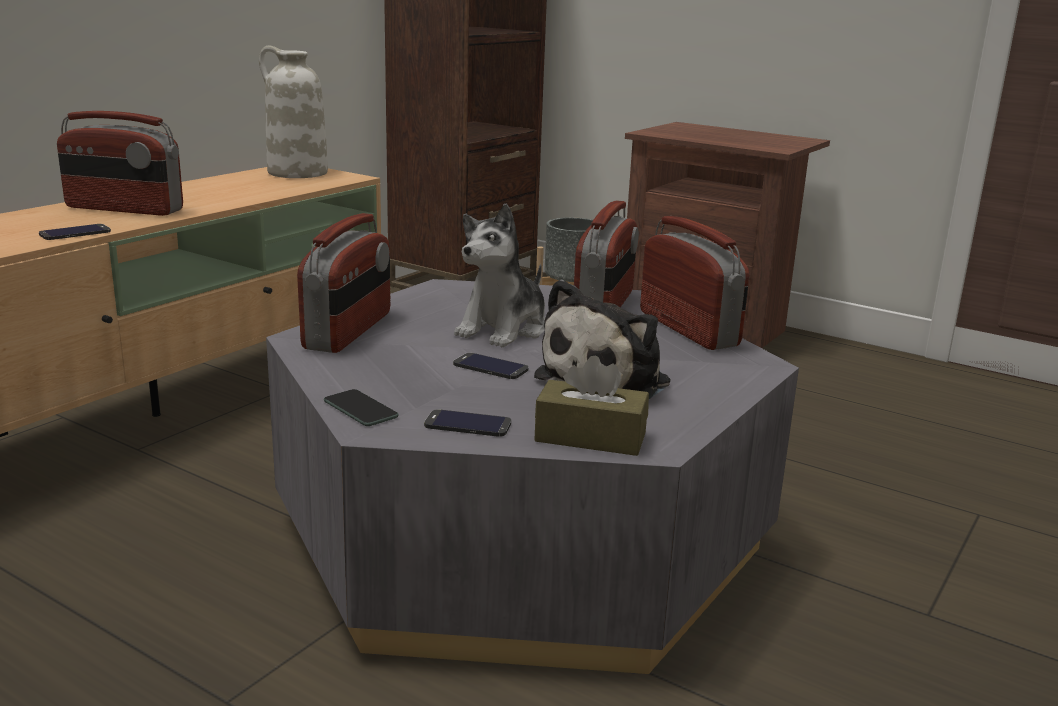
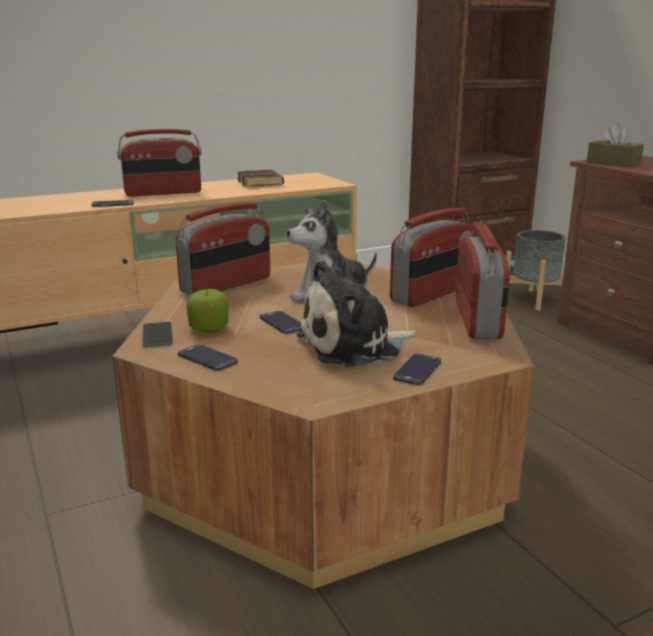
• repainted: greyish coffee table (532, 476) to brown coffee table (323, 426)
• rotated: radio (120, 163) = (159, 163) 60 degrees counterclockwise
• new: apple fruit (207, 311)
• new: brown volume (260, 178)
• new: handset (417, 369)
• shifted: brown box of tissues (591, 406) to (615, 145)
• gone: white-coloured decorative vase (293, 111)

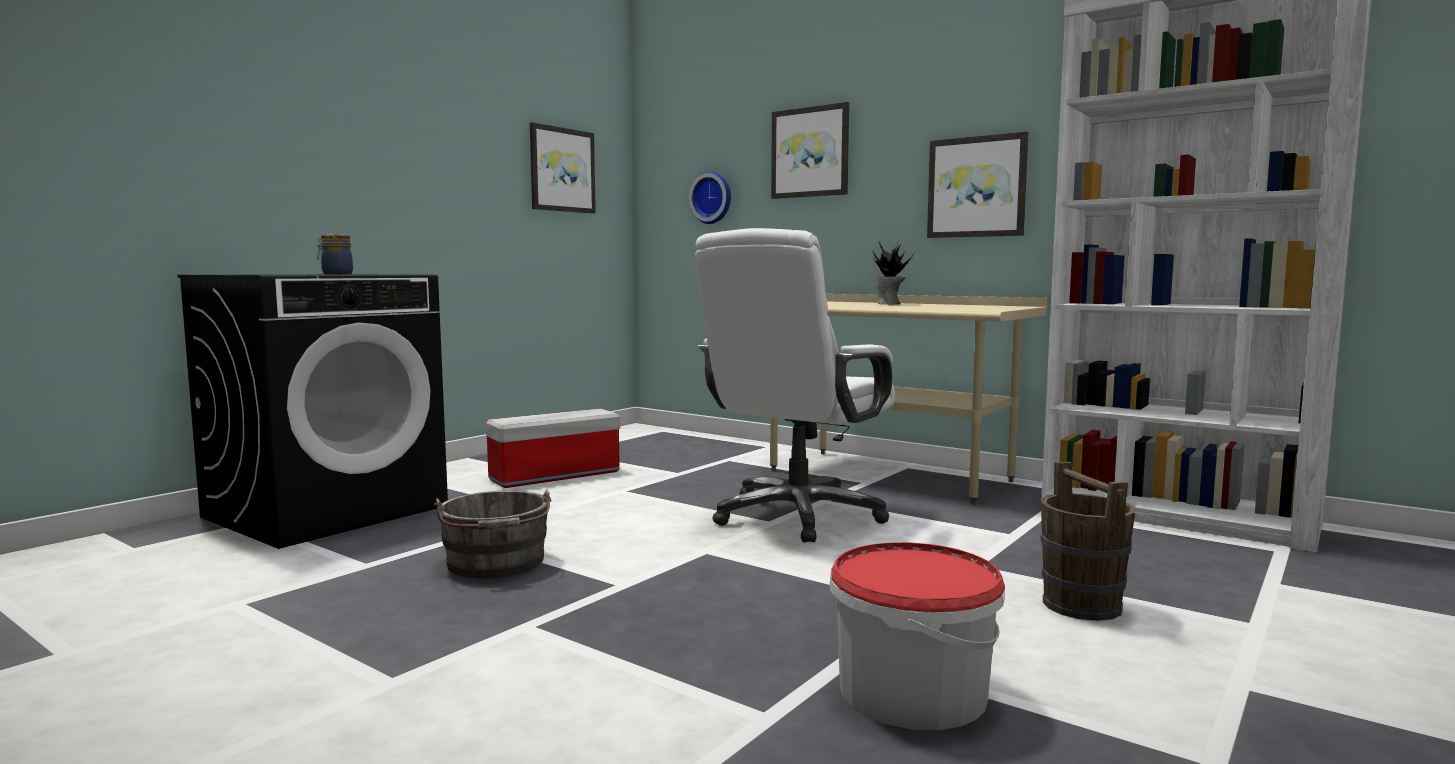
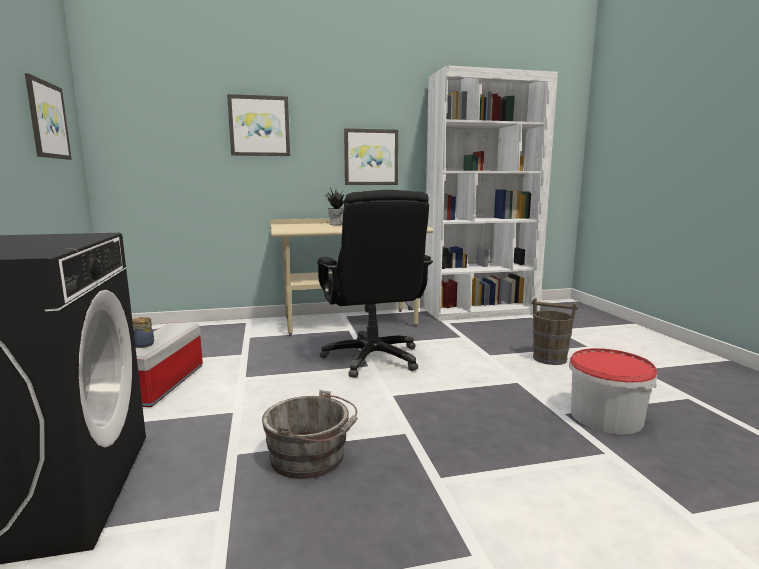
• shifted: preserve jar (335, 254) to (143, 332)
• repainted: white-coloured computer chair (795, 385) to black-coloured computer chair (375, 284)
• gone: clock on the wall (710, 197)

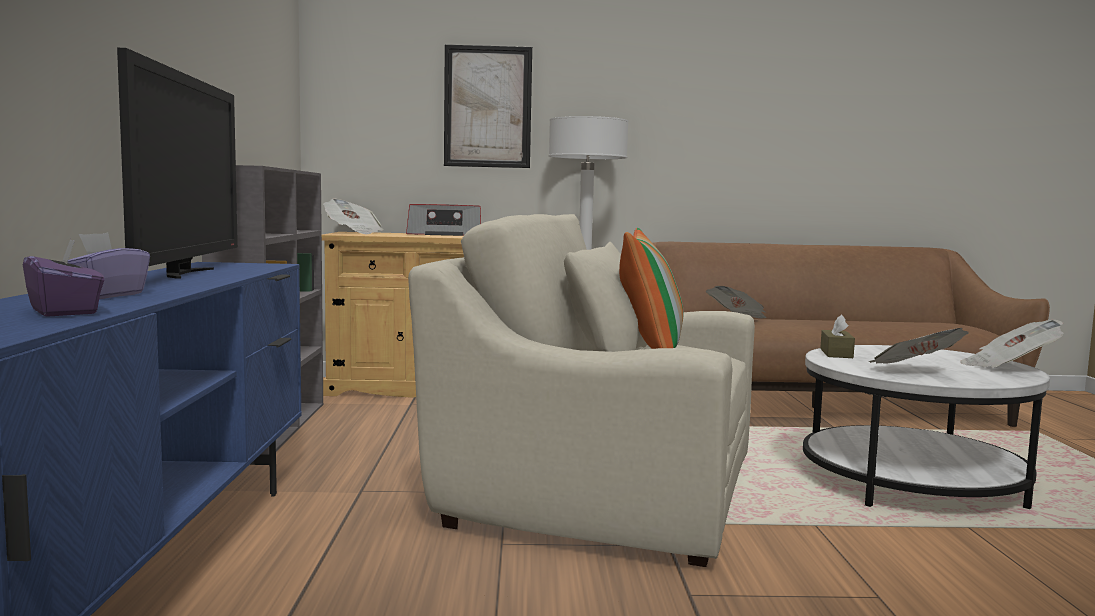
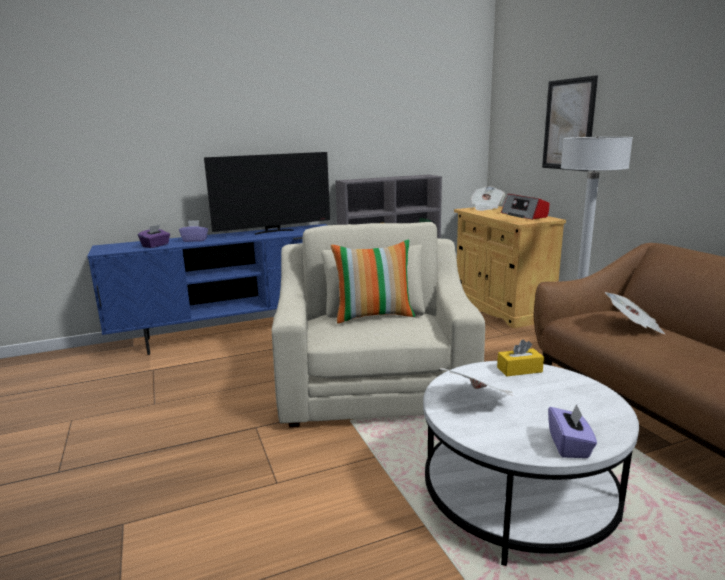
• repainted: brown box of tissues (837, 336) to yellow box of tissues (520, 358)
• swapped: daily paper (1012, 344) to purple box of tissues (572, 431)

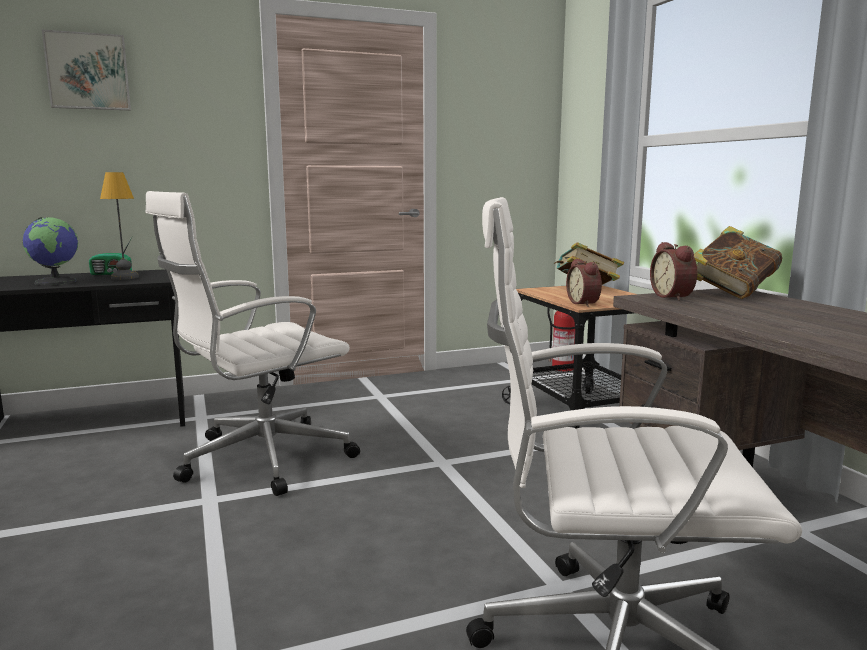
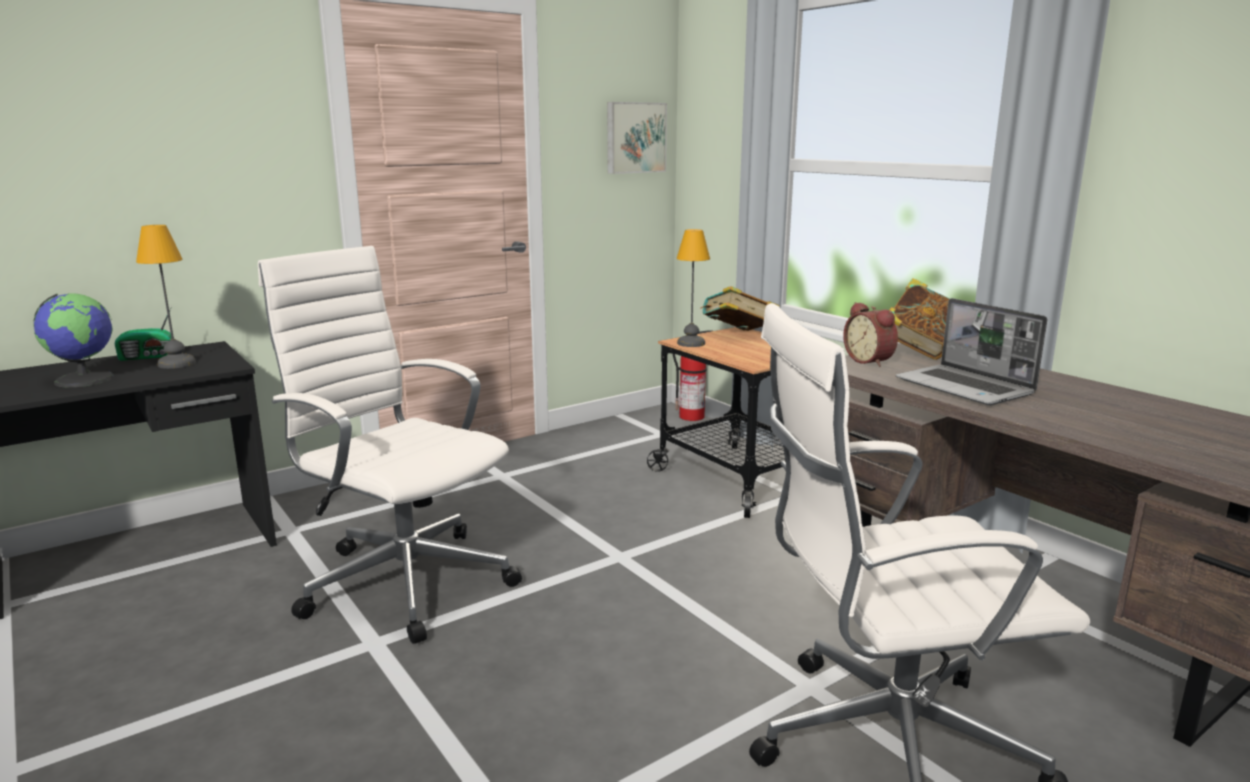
• rotated: white-coloured computer chair (253, 343) = (390, 445) 90 degrees clockwise
• shifted: picture (86, 70) to (637, 138)
• new: lamp for a table (693, 288)
• new: laptop (971, 351)
• gone: table clock (584, 283)

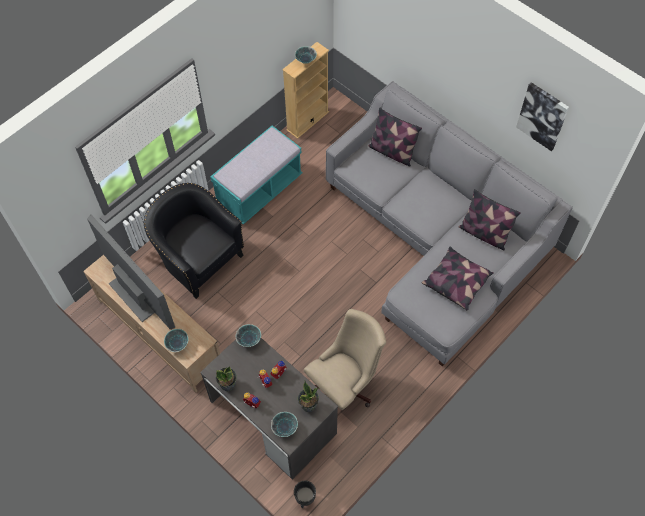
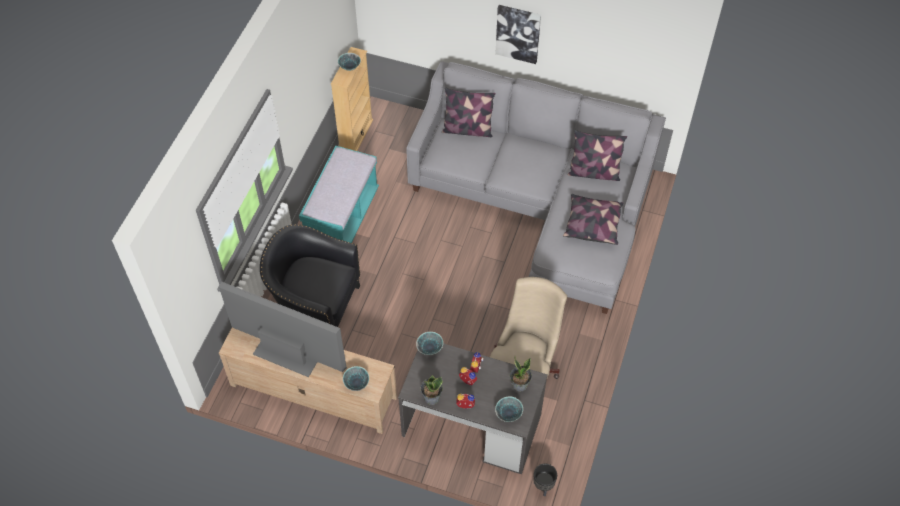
• shifted: picture (542, 116) to (518, 34)

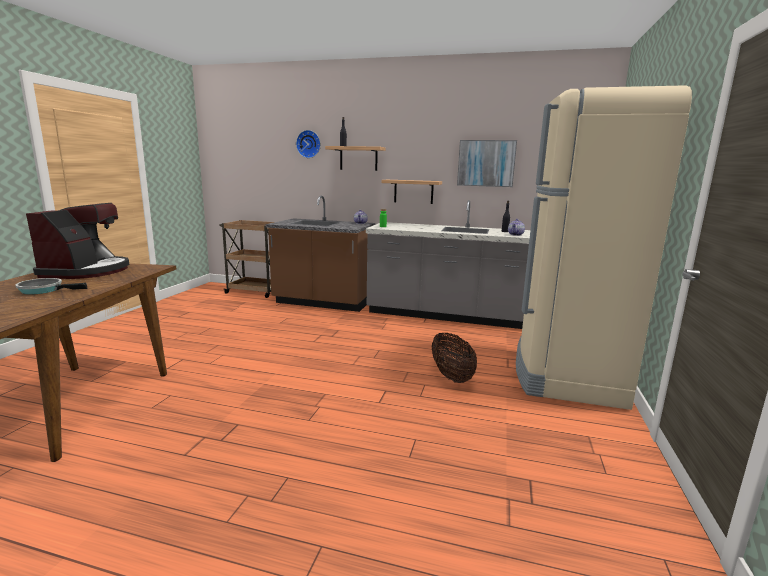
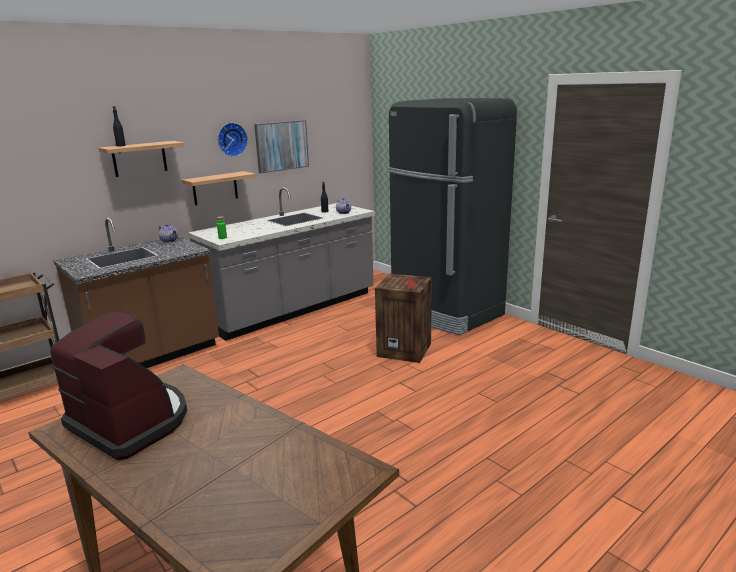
• shifted: clock on the wall (308, 144) to (233, 140)
• swapped: storage basket (454, 358) to packing crate (403, 318)
• repainted: beige kitchen fridge (604, 247) to black-coloured kitchen fridge (453, 216)
• gone: frying pan (51, 286)

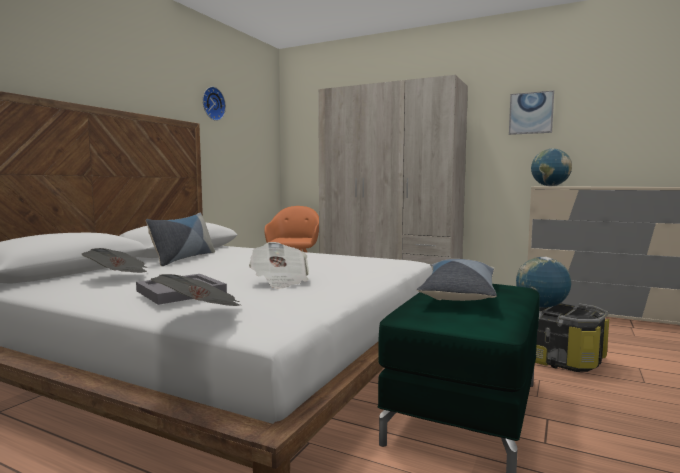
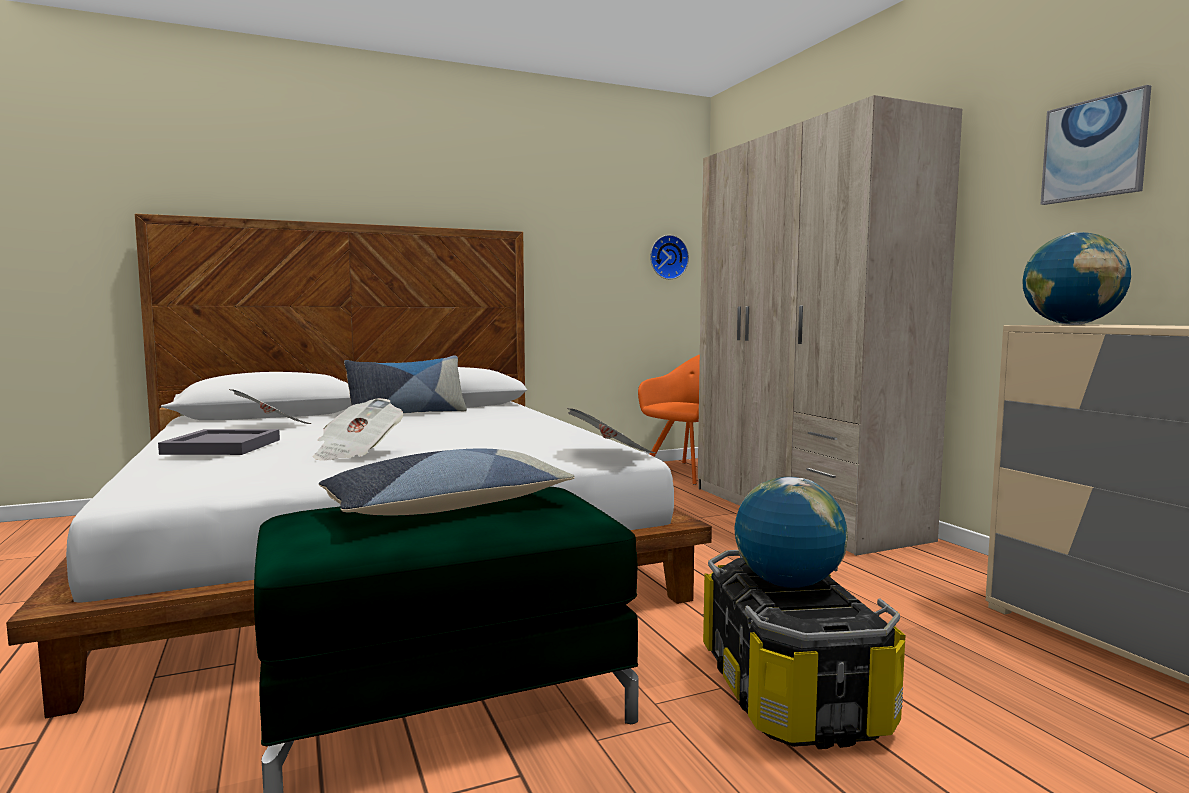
• shifted: daily paper (195, 290) to (611, 430)
• shifted: clock on the wall (214, 104) to (669, 257)

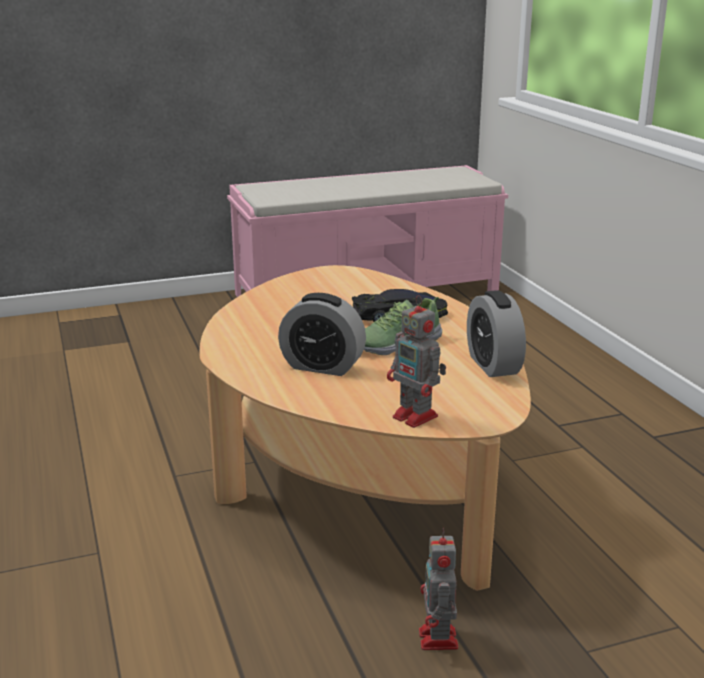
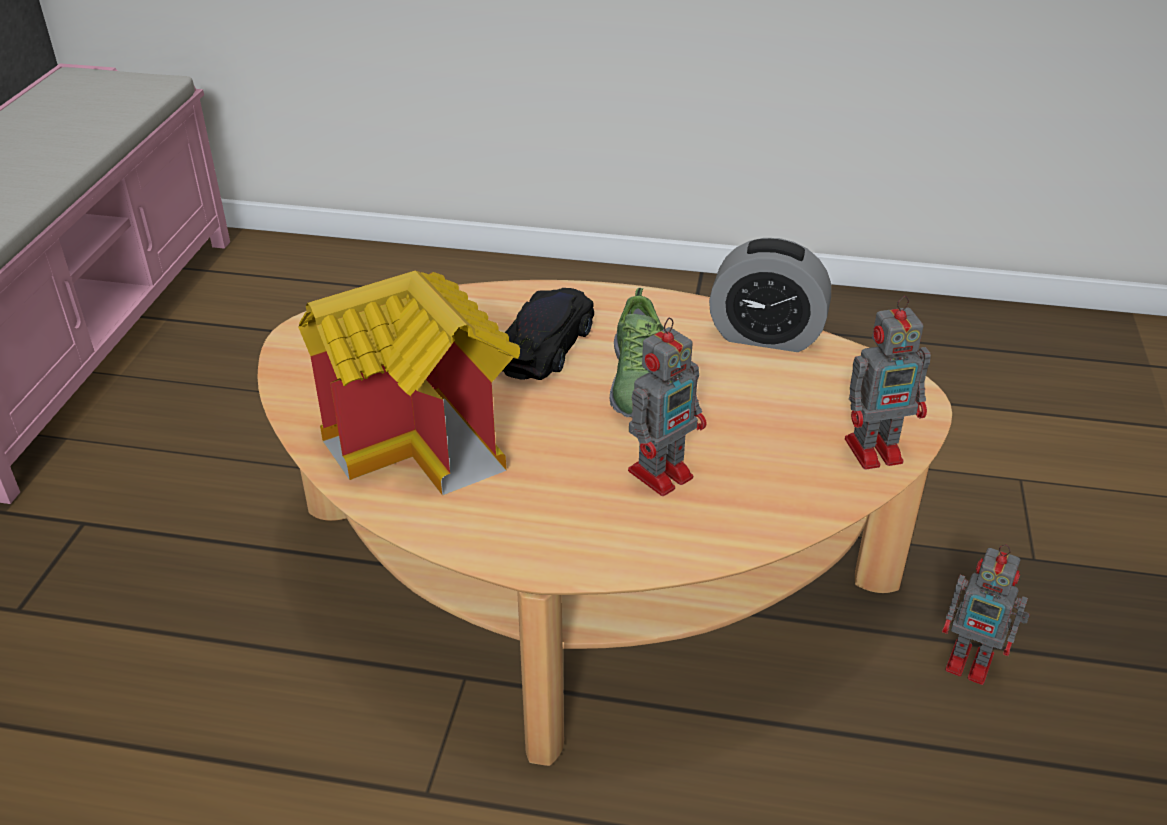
• new: model house (409, 383)
• swapped: table clock (322, 334) to toy robot (667, 407)

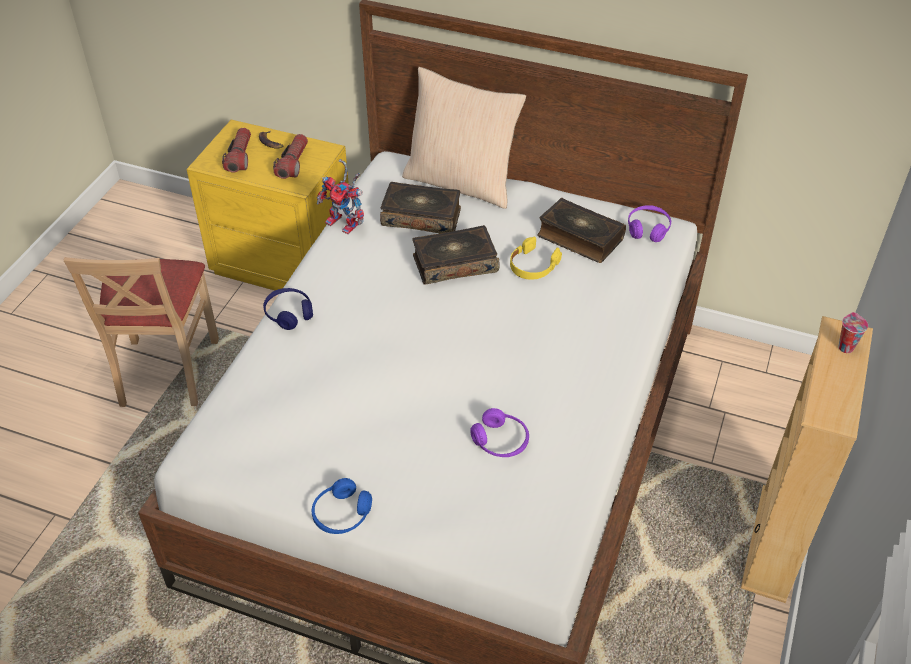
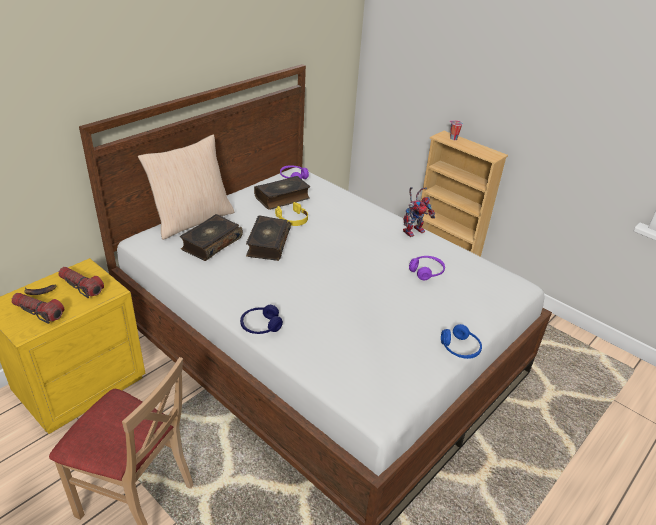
• shifted: toy robot (340, 196) to (419, 212)

